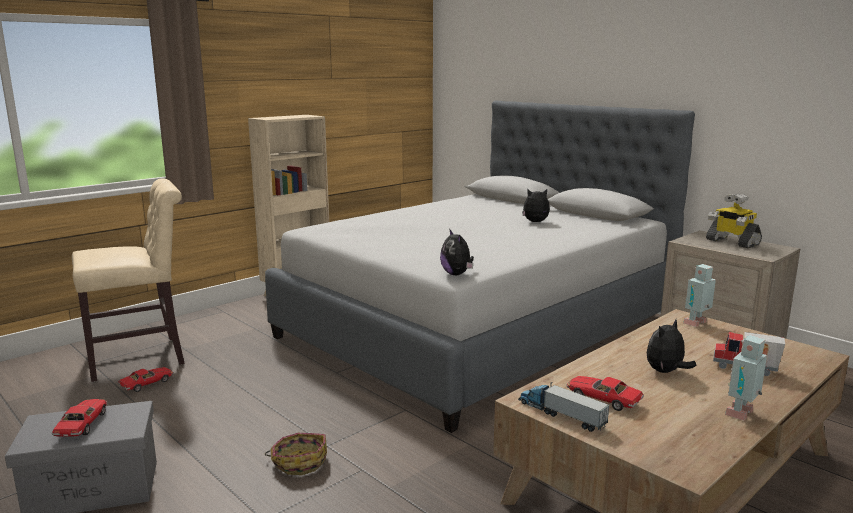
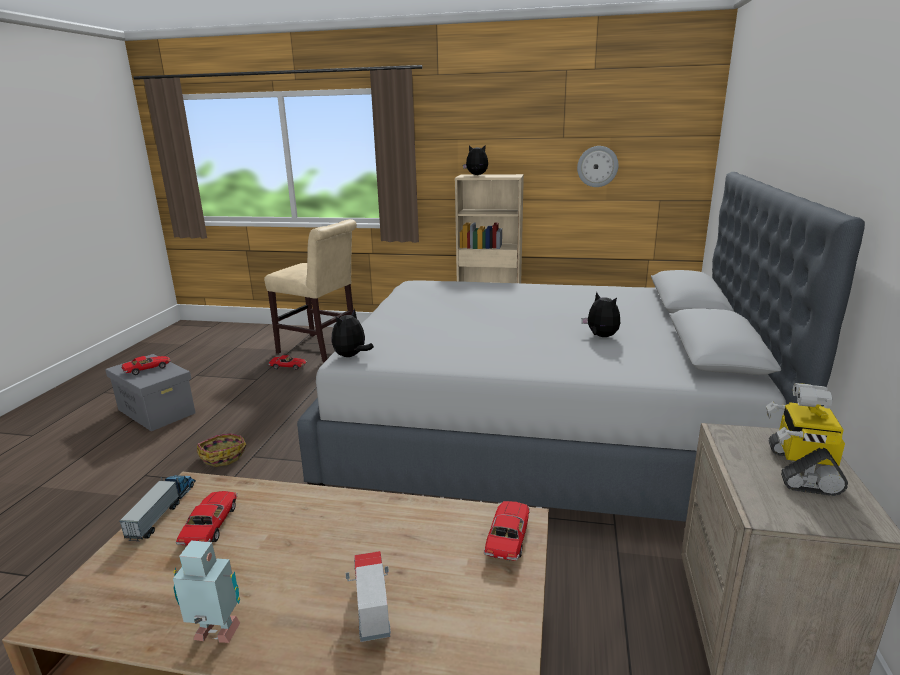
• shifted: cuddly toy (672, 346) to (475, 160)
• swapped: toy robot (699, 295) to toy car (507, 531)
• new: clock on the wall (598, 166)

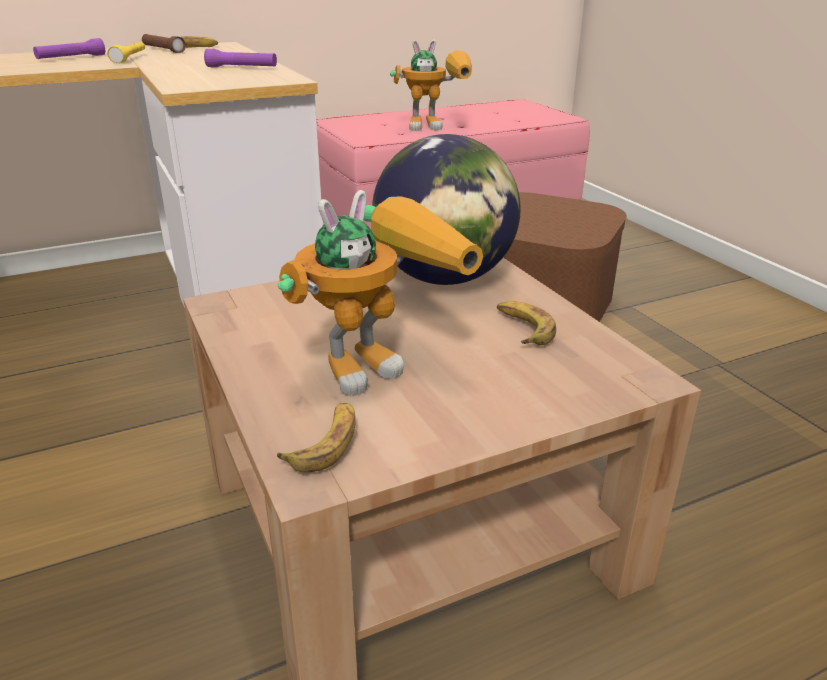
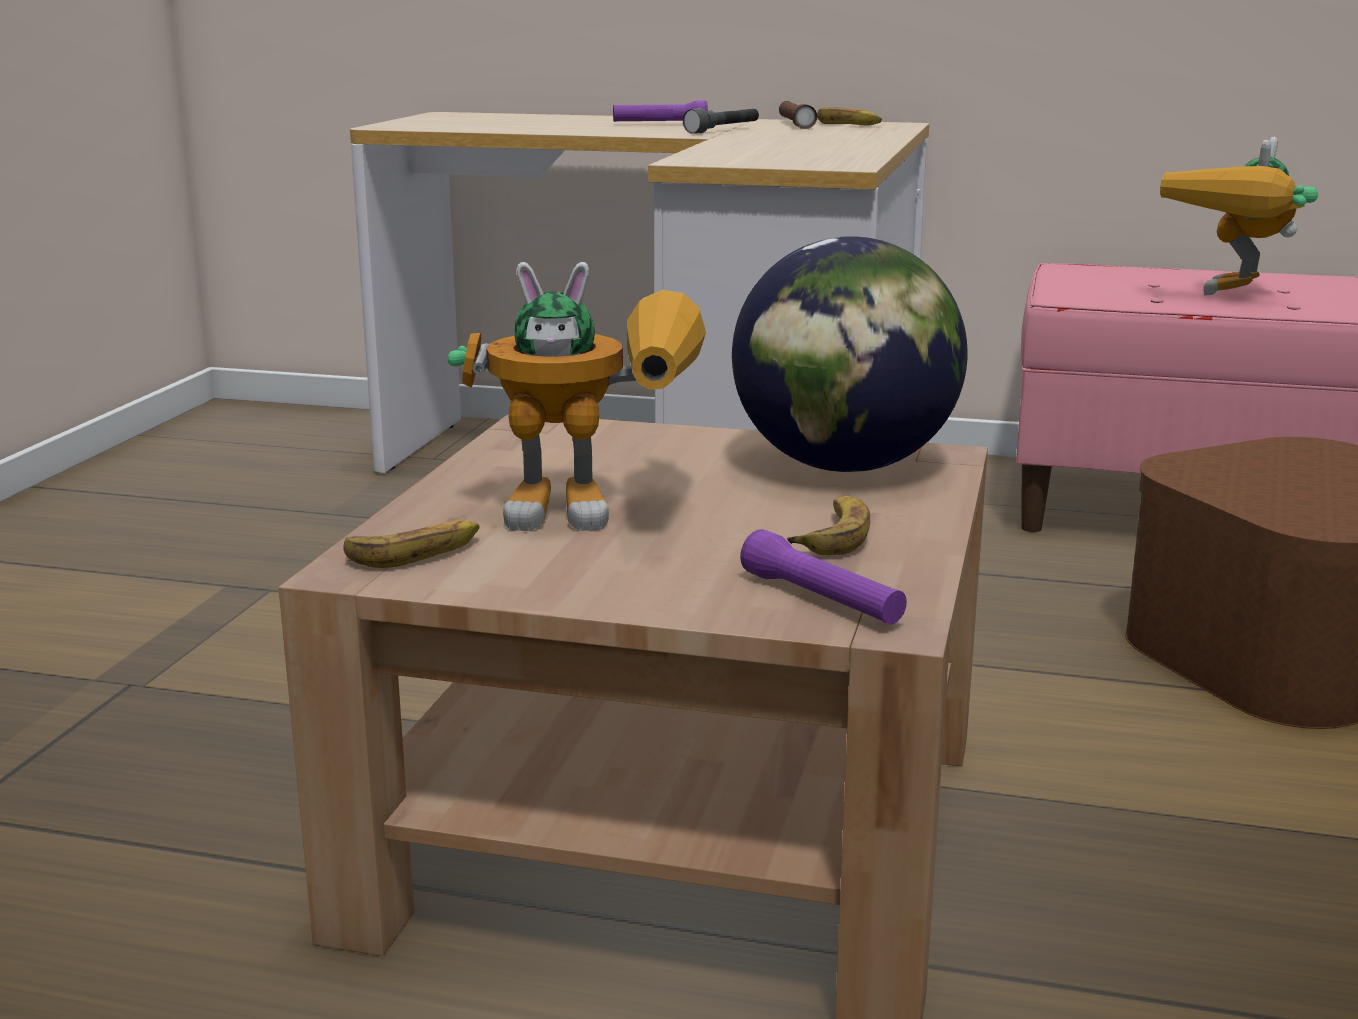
• repainted: yellow torch (126, 53) to greyish torch (721, 121)
• shifted: purple torch (240, 58) to (823, 576)
• rotated: toy robot (431, 85) = (1239, 216) 90 degrees clockwise

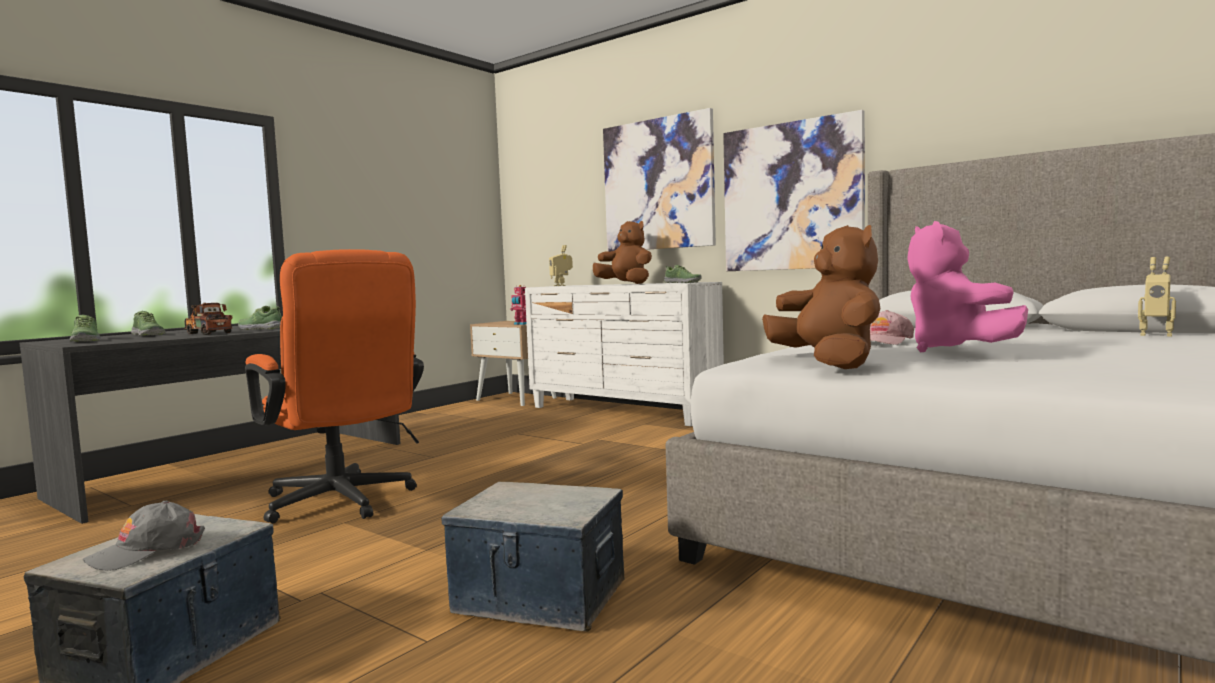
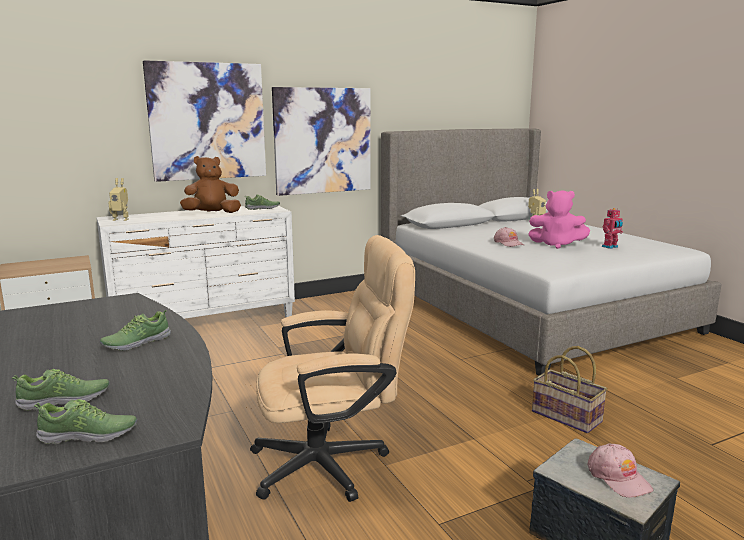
• repainted: orange computer chair (334, 386) to beige computer chair (332, 368)
• swapped: storage container (532, 556) to storage basket (569, 389)
• repainted: greyish cap (144, 536) to pinkish cap (620, 470)
• shifted: toy robot (518, 305) to (612, 228)
• gone: model truck (208, 319)
• gone: brown cuddly toy (821, 297)

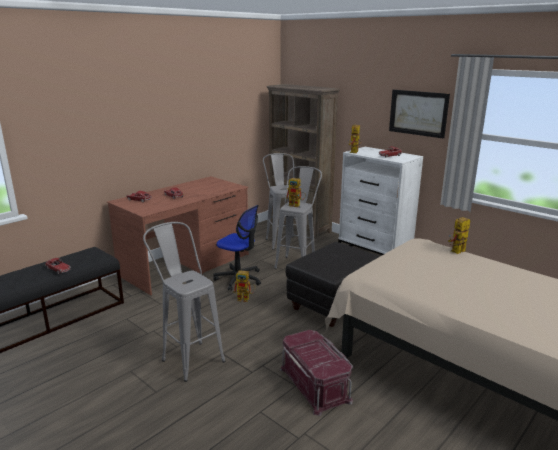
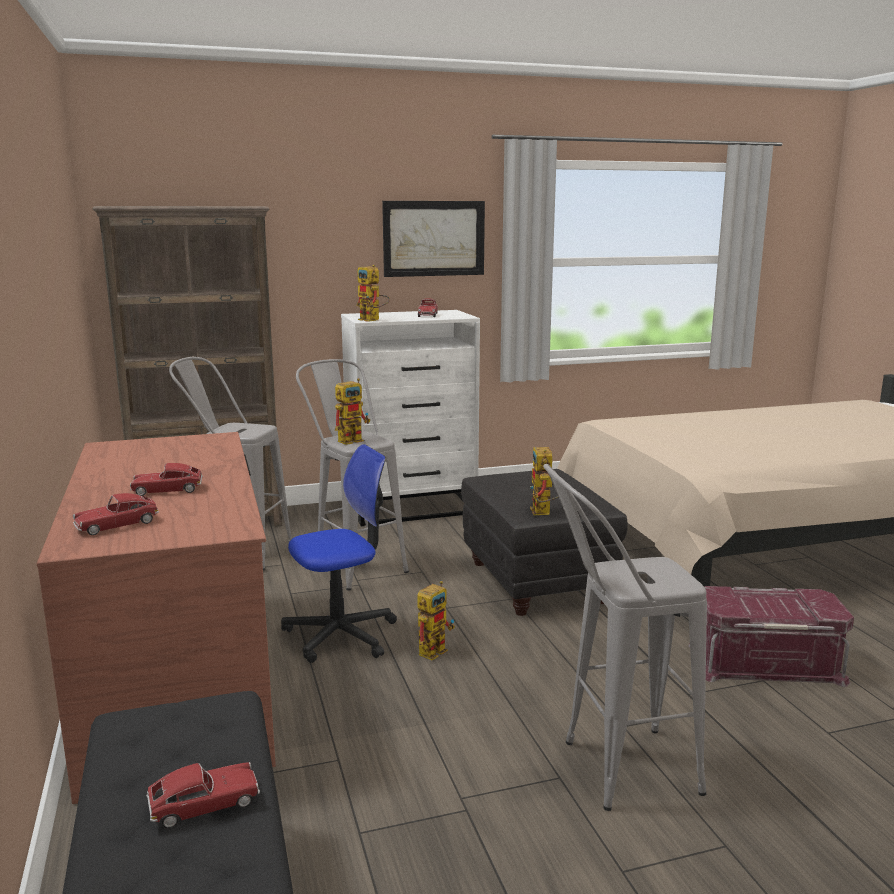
• shifted: toy robot (459, 235) to (544, 481)

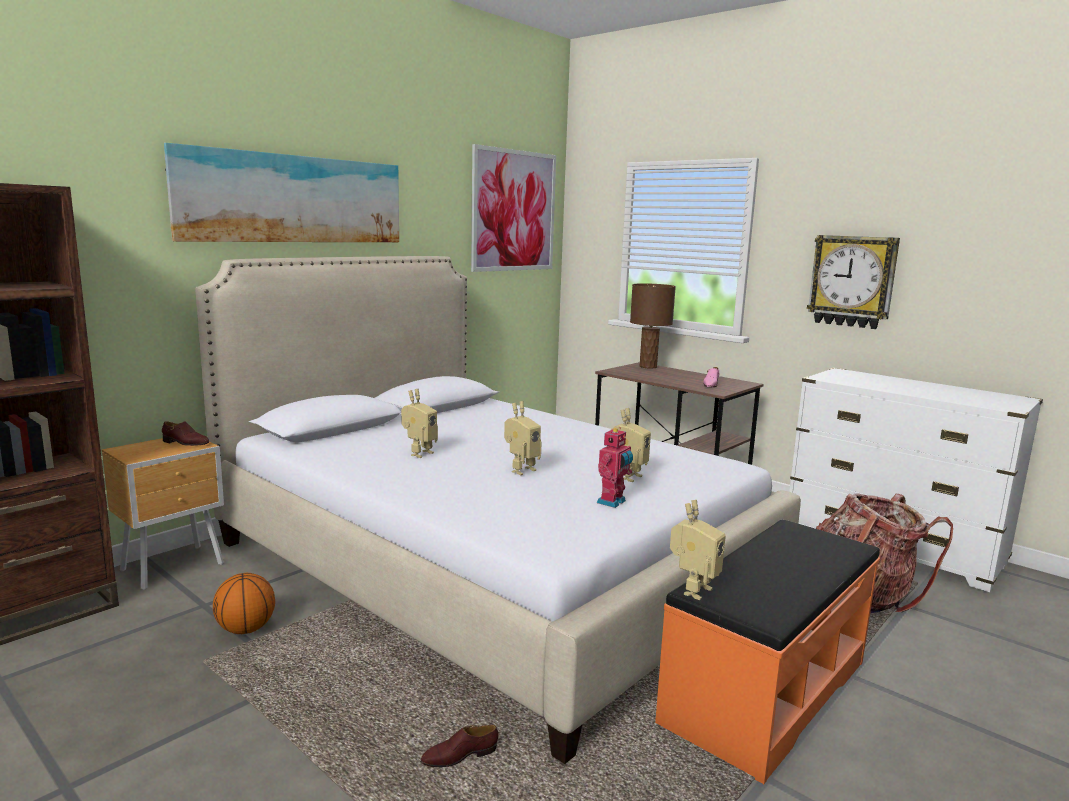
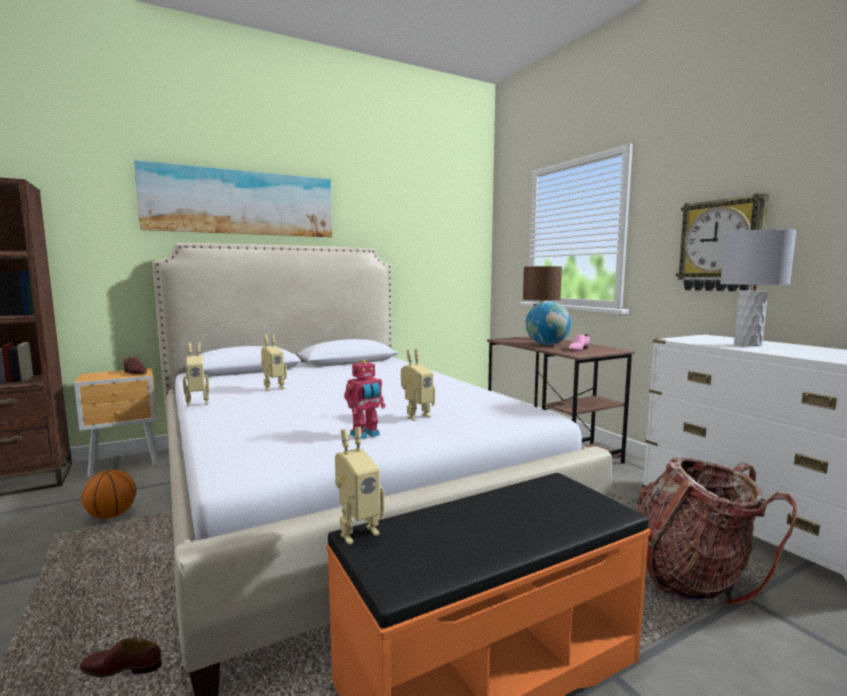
• shifted: toy robot (523, 438) to (196, 374)
• new: globe (548, 323)
• new: greyish lamp for a table (758, 287)
• gone: picture (513, 208)

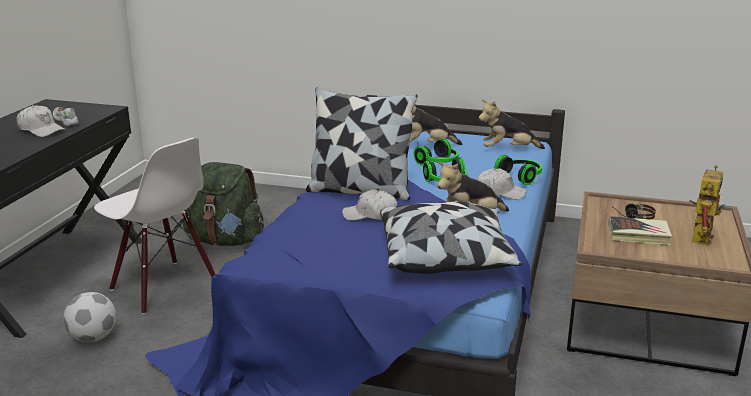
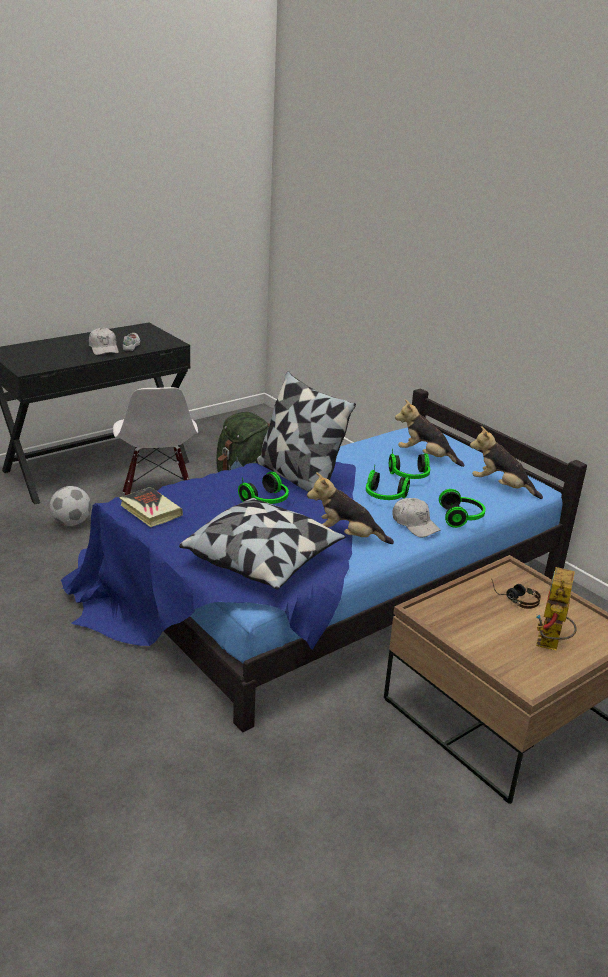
• shifted: volume (640, 230) to (151, 507)
• swapped: white-coloured cap (369, 205) to headphones (263, 487)
• rotated: toy robot (707, 205) = (556, 608) 135 degrees clockwise

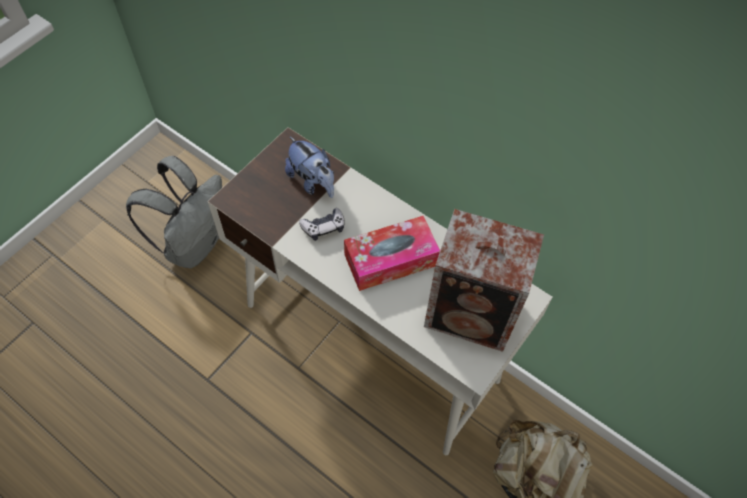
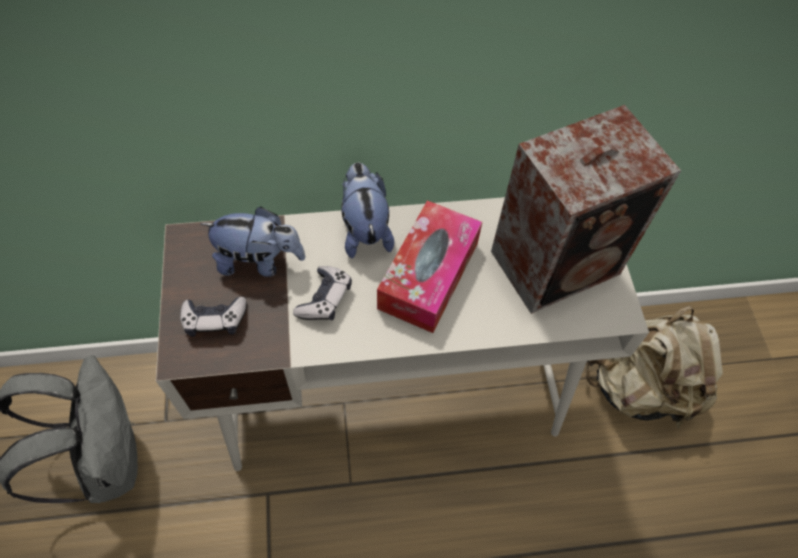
• new: game controller (213, 316)
• new: cuddly toy (367, 210)

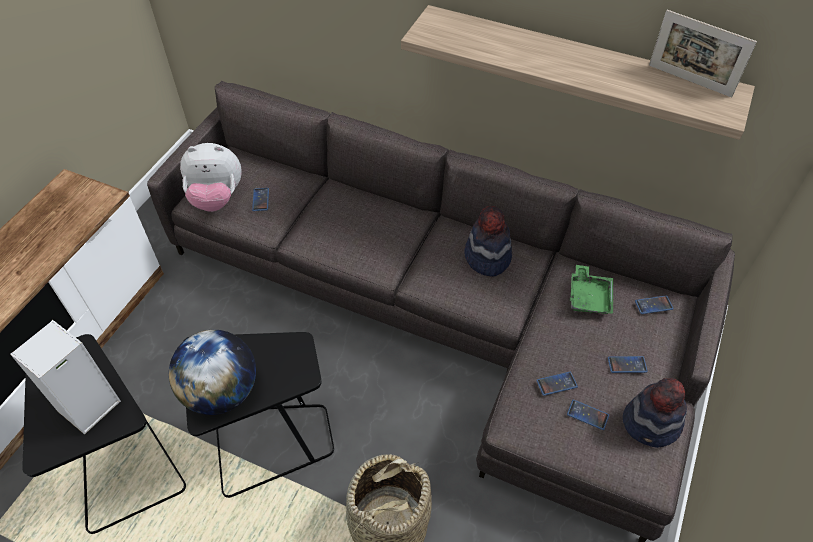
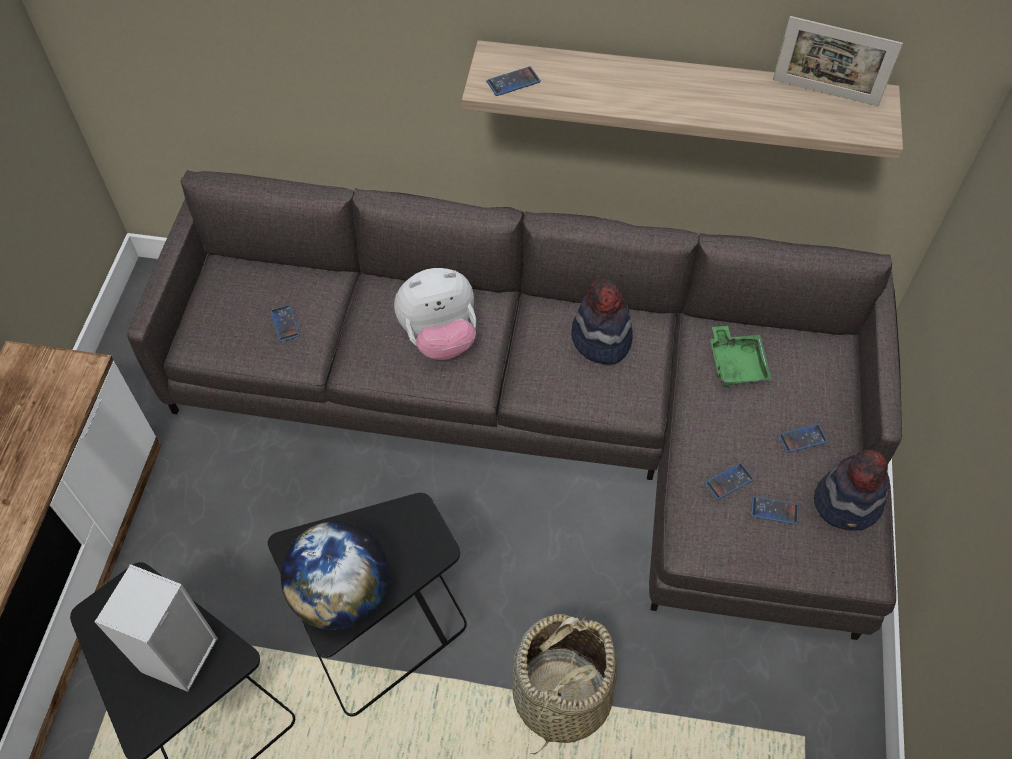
• shifted: cuddly toy (211, 177) to (435, 314)
• shifted: handset (654, 305) to (513, 81)

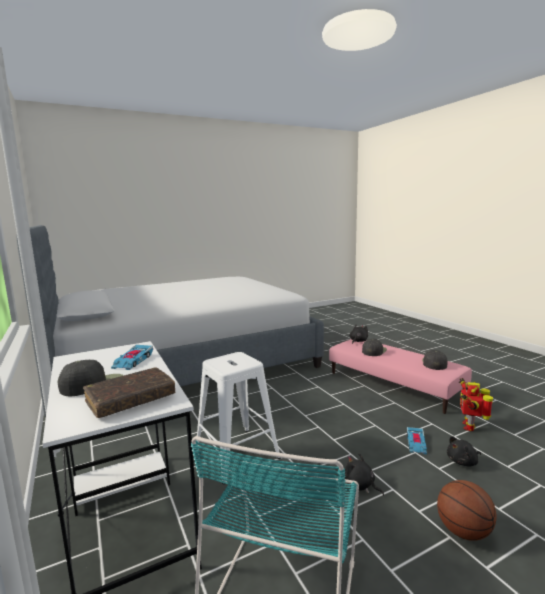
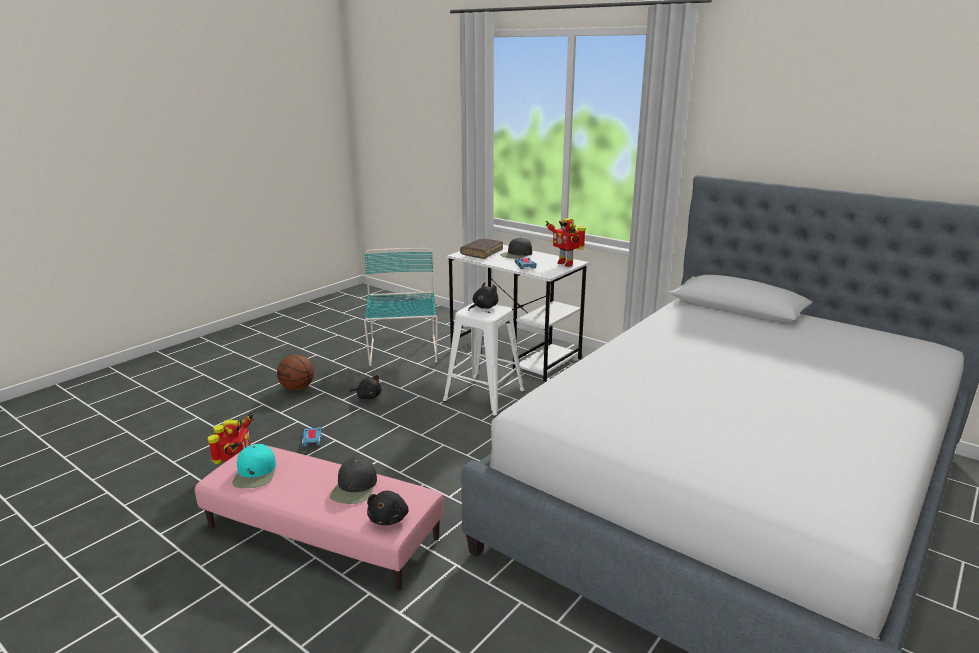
• repainted: black-coloured cap (435, 360) to blue-green cap (254, 466)
• shifted: black-coloured cuddly toy (464, 451) to (483, 296)
• new: toy robot (566, 242)

